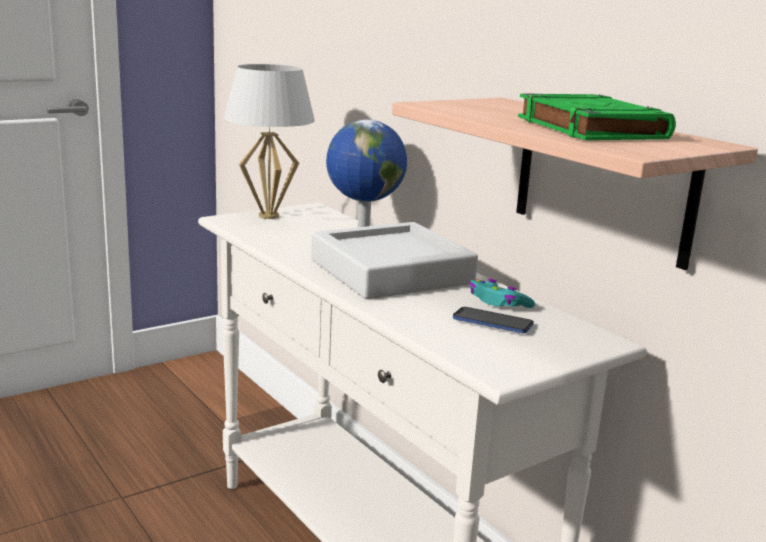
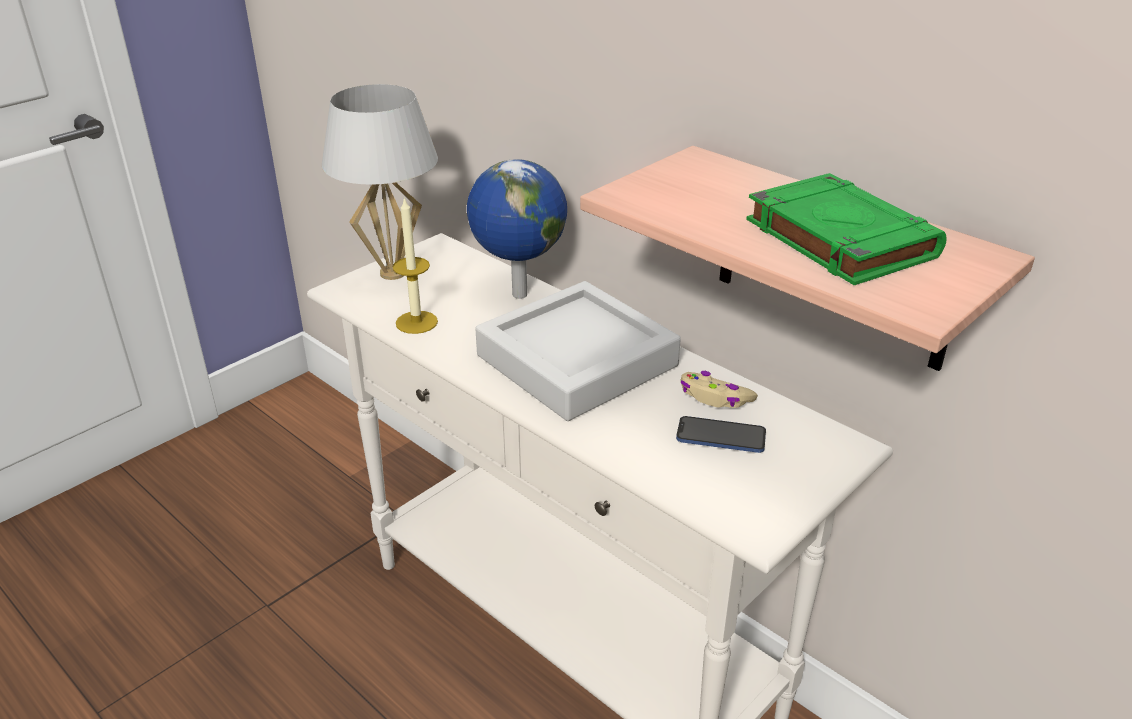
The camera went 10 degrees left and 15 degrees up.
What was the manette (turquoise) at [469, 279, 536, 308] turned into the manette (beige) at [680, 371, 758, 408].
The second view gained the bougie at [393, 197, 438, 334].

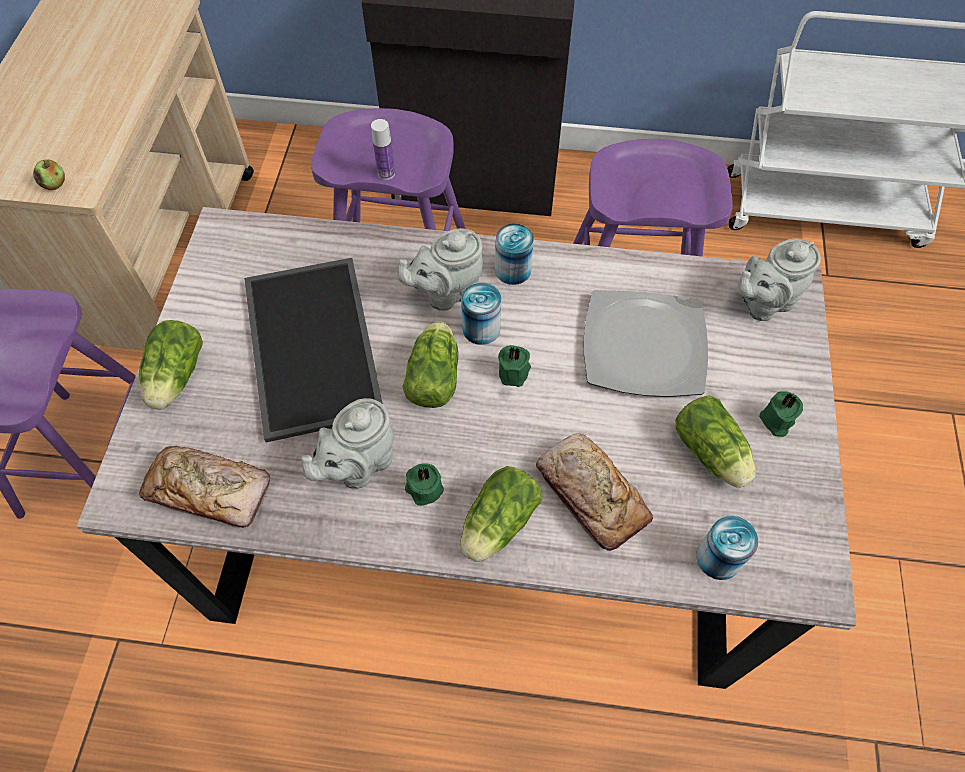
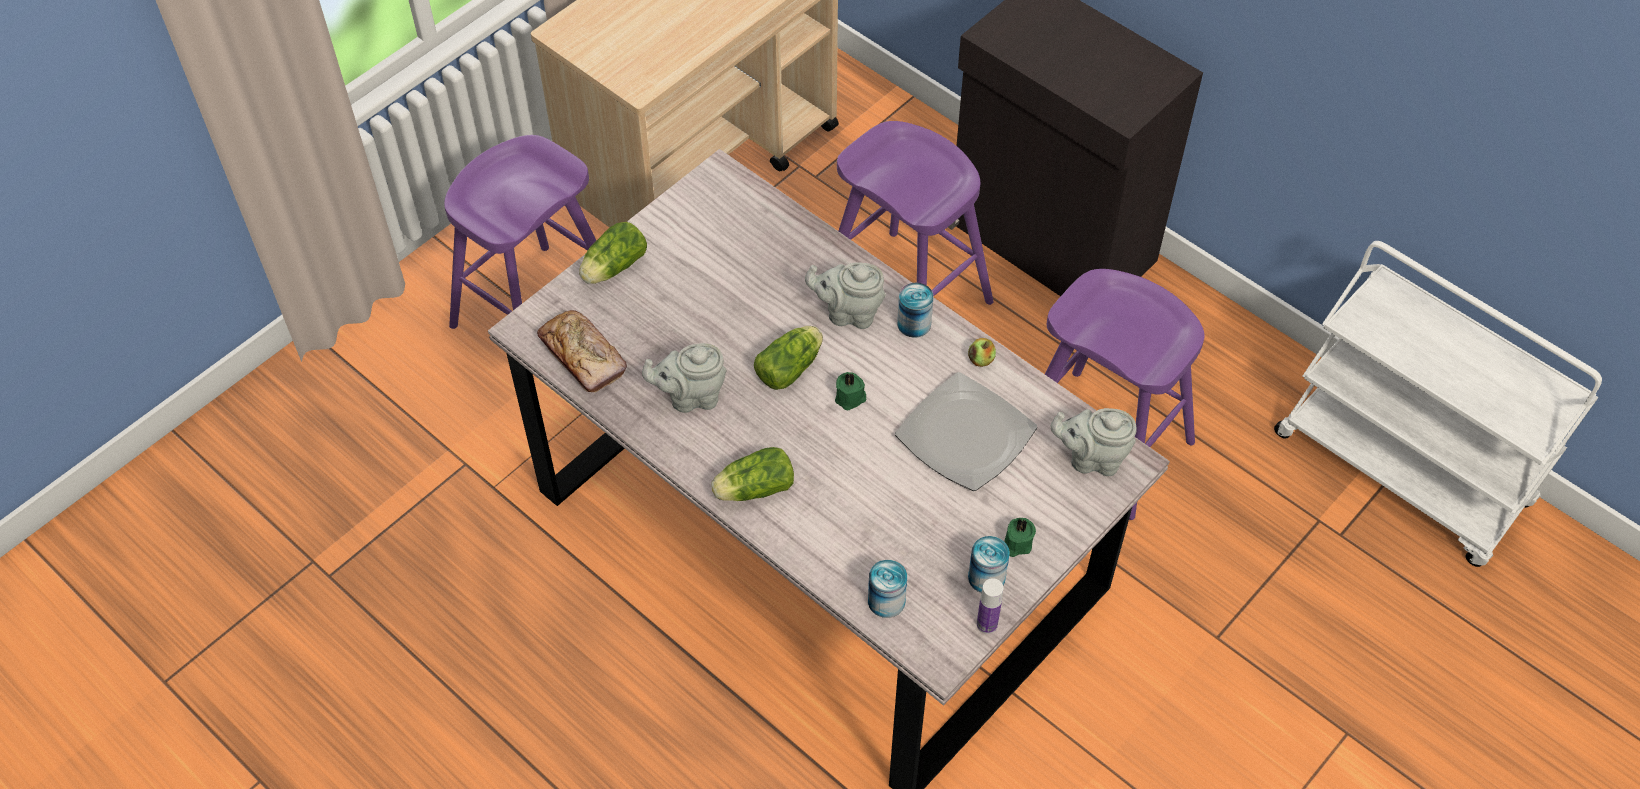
The camera went 35 degrees right and 5 degrees down.
The pomme ended up elsewhere, having gone from [33, 159, 65, 190] to [968, 338, 996, 367].
The second view lost the plateau at [244, 258, 383, 442].
The bouteille ended up elsewhere, having gone from [371, 119, 395, 180] to [977, 578, 1003, 634].
The second view lost the bougie (vert) at [405, 463, 444, 506].
The boîte métallique ended up elsewhere, having gone from [461, 283, 501, 345] to [968, 536, 1010, 593].
The second view lost the pain at [536, 433, 653, 551].
The second view lost the laitue at [675, 395, 756, 488].

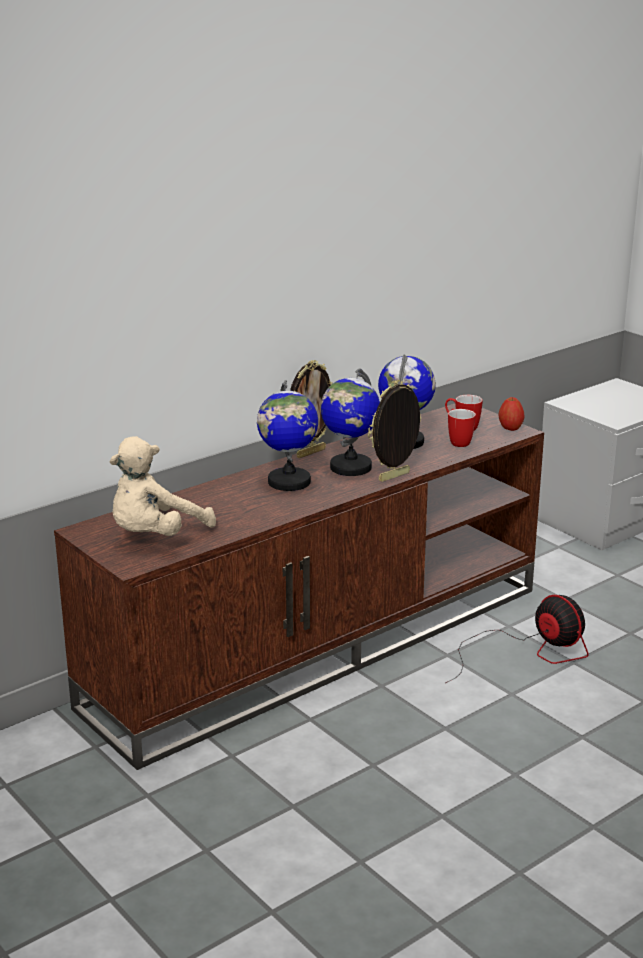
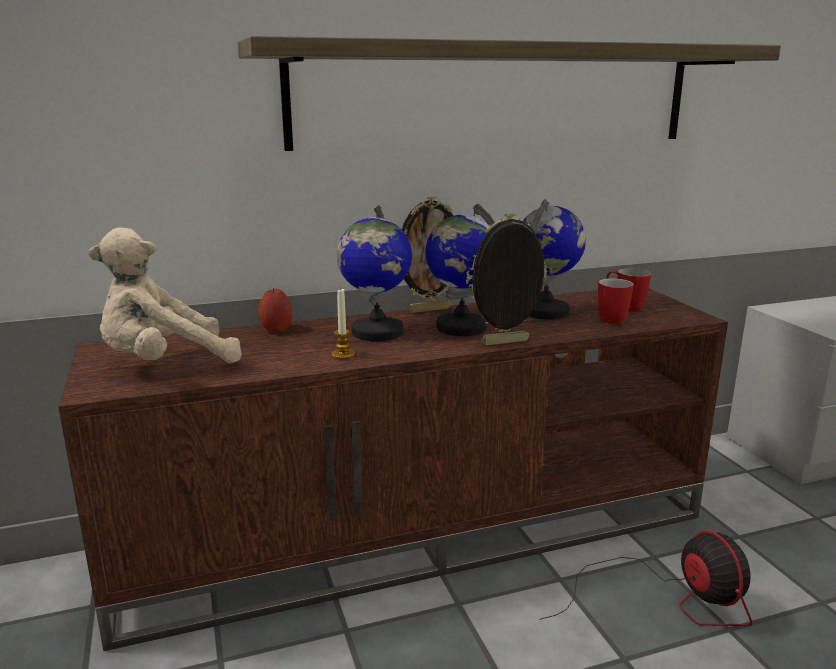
The camera went 20 degrees right and 5 degrees down.
The pomme ended up elsewhere, having gone from [498, 397, 525, 431] to [258, 288, 293, 333].
The second view gained the étagère at [238, 36, 781, 151].
The second view gained the bougie at [331, 288, 355, 359].

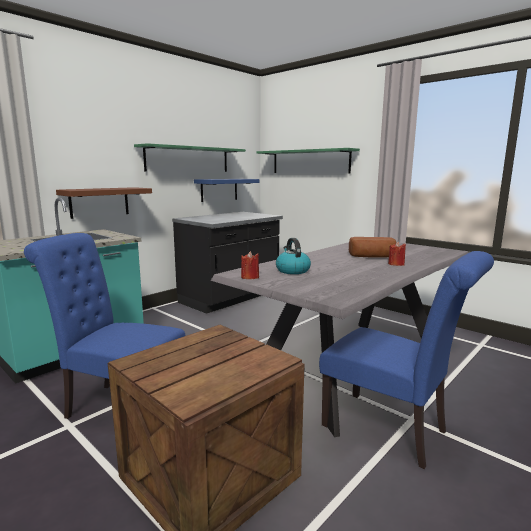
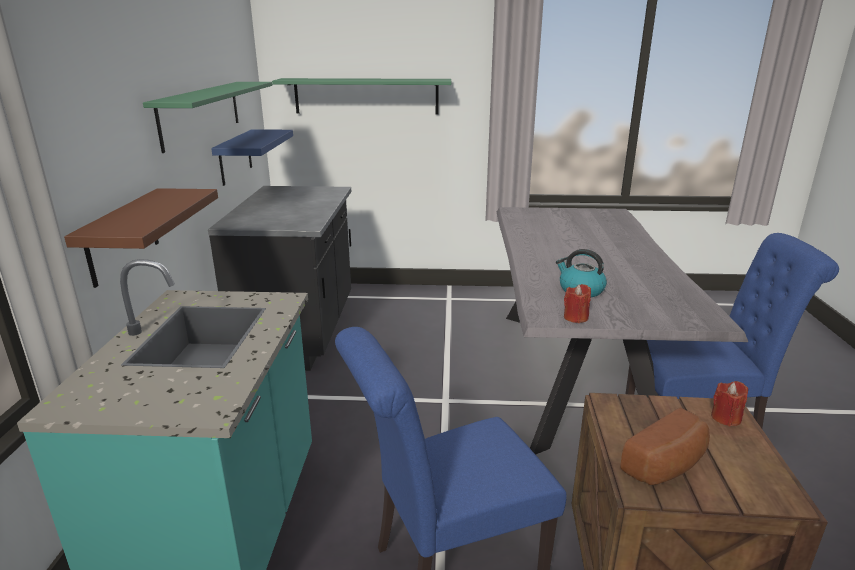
The camera went 40 degrees left and 10 degrees up.
The pain ended up elsewhere, having gone from [349, 237, 396, 258] to [620, 408, 710, 485].
The bougie (rouge) ended up elsewhere, having gone from [388, 241, 406, 266] to [711, 381, 748, 427].

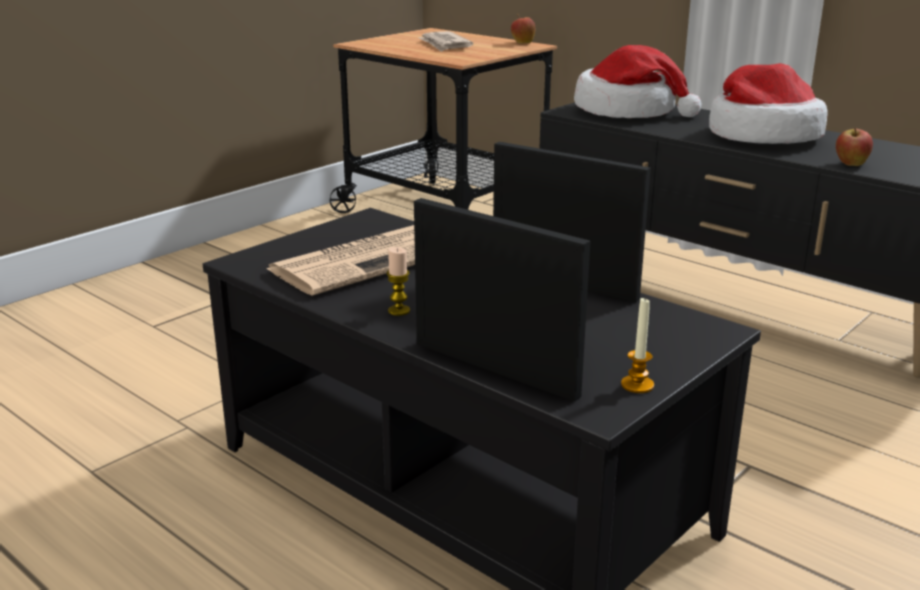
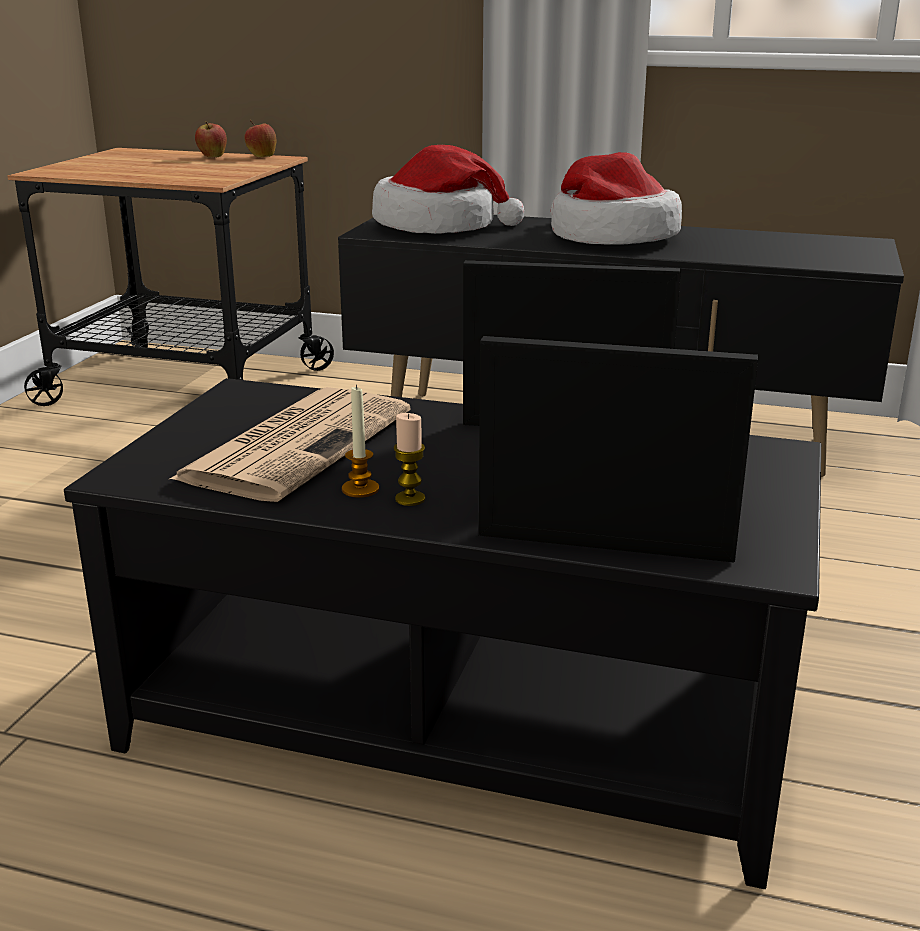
The camera went 25 degrees left and 0 degrees up.
The second view lost the journal at [418, 31, 473, 52].
The bougie ended up elsewhere, having gone from [621, 297, 654, 393] to [342, 385, 379, 498].
The pomme ended up elsewhere, having gone from [836, 128, 873, 166] to [195, 121, 227, 158].

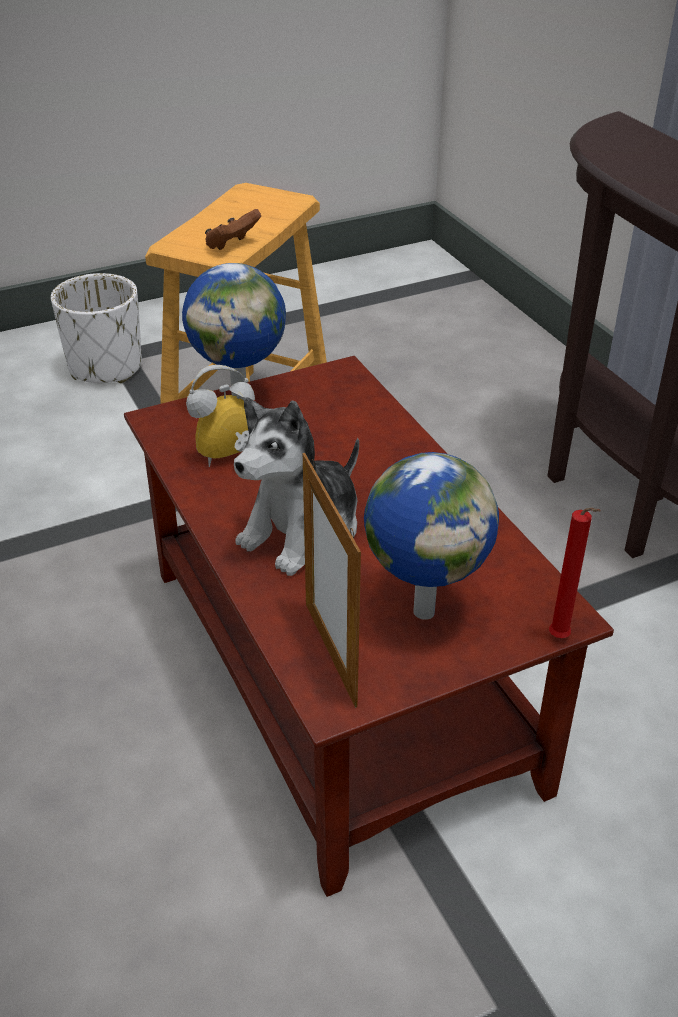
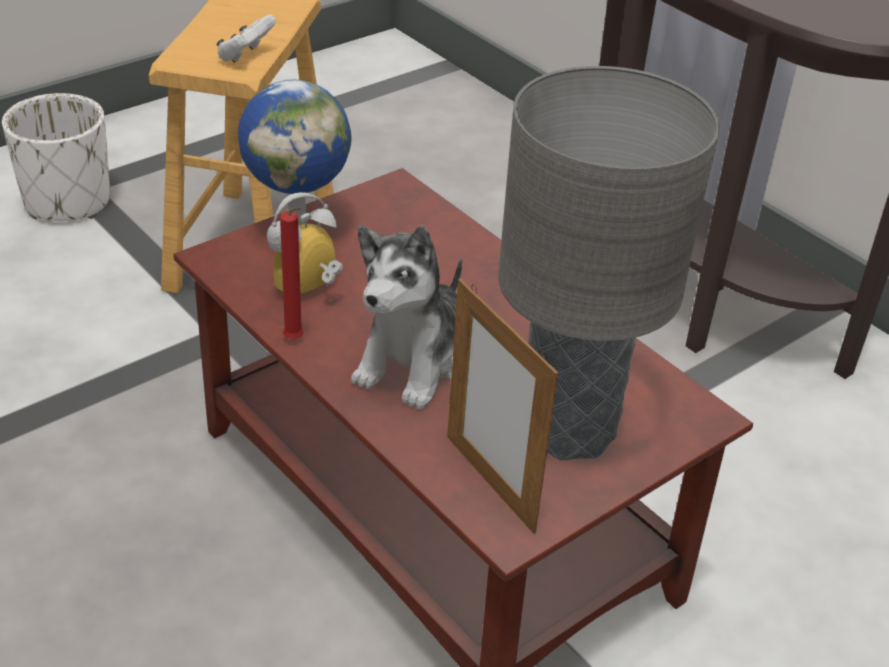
The camera went 15 degrees left and 0 degrees up.
What was the manette (marron) at [205, 209, 261, 250] turned into the manette (blanc) at [217, 14, 276, 62].
Where the globe stood at [364, 452, 499, 620], the lampe de table (gris) came to stand at [498, 66, 720, 460].
The bougie (rouge) ended up elsewhere, having gone from [549, 507, 601, 638] to [280, 207, 304, 339].

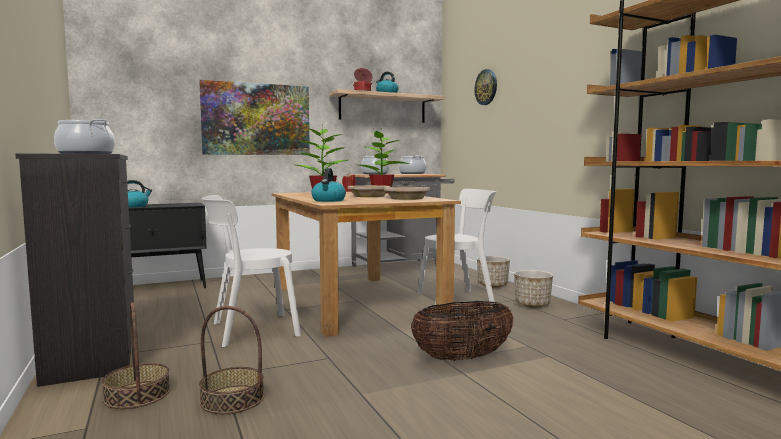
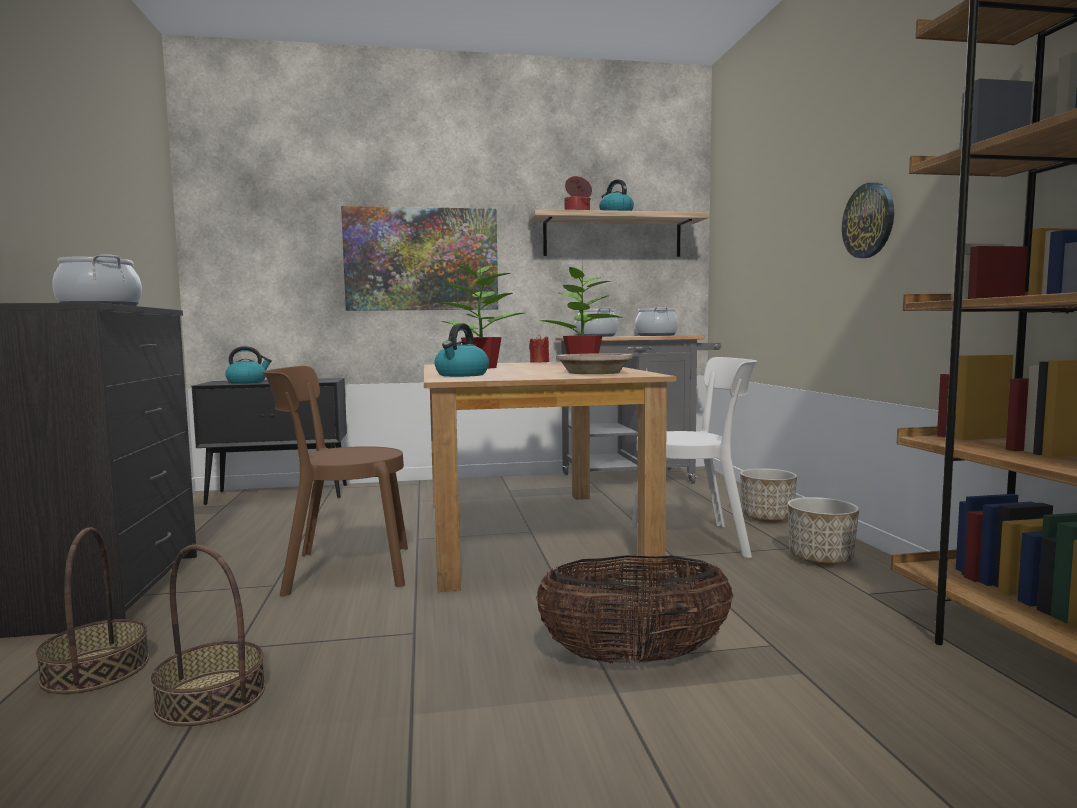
The camera went 15 degrees right and 0 degrees up.
What was the chaise (blanc) at [202, 195, 301, 347] turned into the chaise (marron) at [263, 366, 408, 596].
The second view lost the bol (beige) at [348, 185, 391, 197].
The horloge murale ended up elsewhere, having gone from [474, 69, 497, 105] to [842, 183, 894, 258].

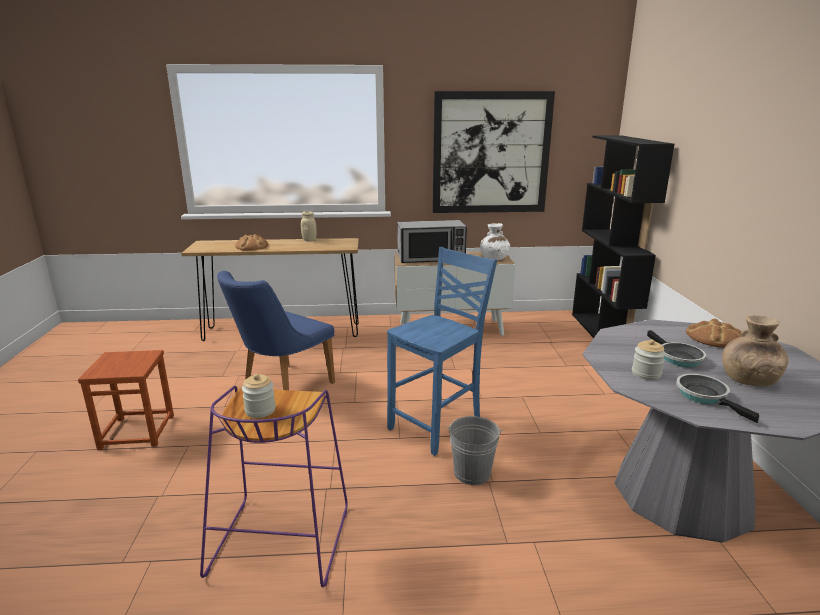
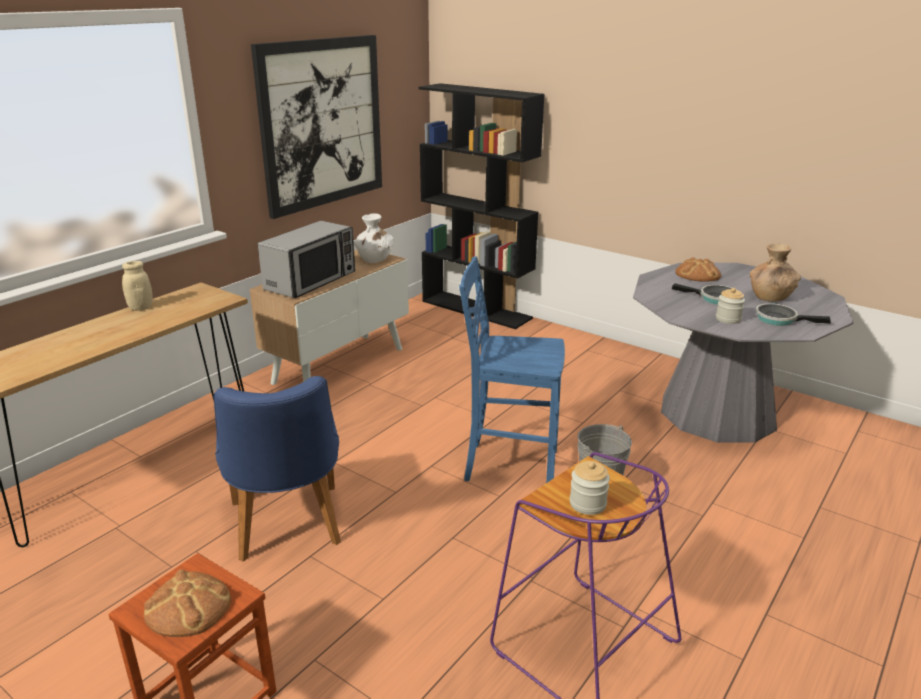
The camera went 50 degrees left and 5 degrees up.
The pain ended up elsewhere, having gone from [235, 234, 268, 251] to [144, 569, 231, 637].
The chaise (bleu) at [387, 247, 497, 456] ended up facing another way, 75 degrees counterclockwise from before.

